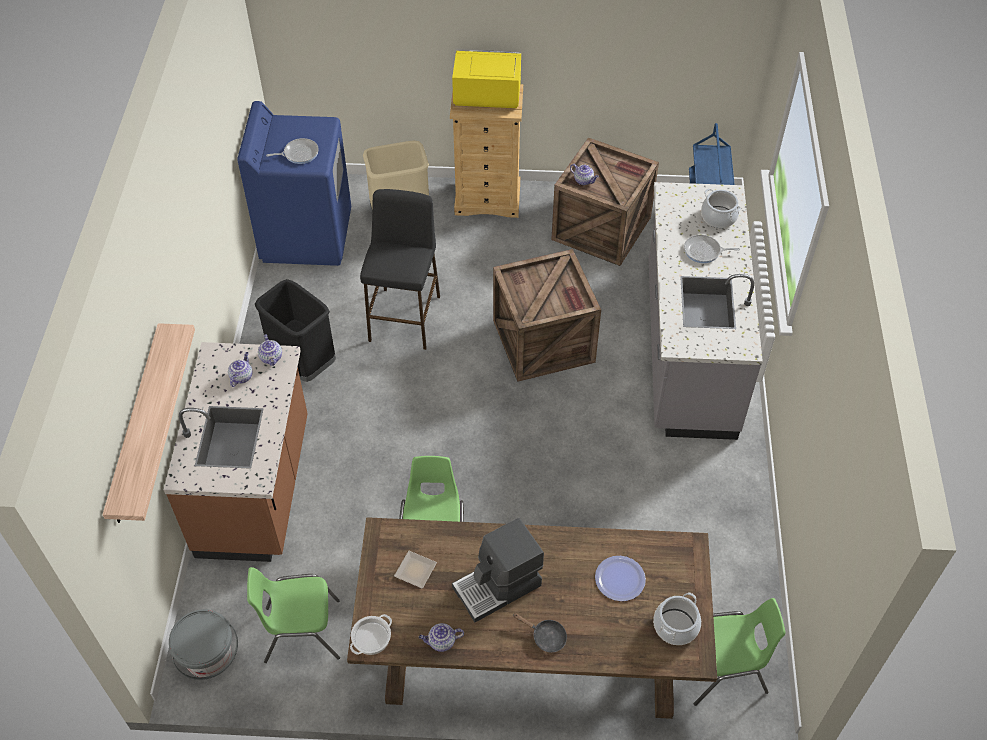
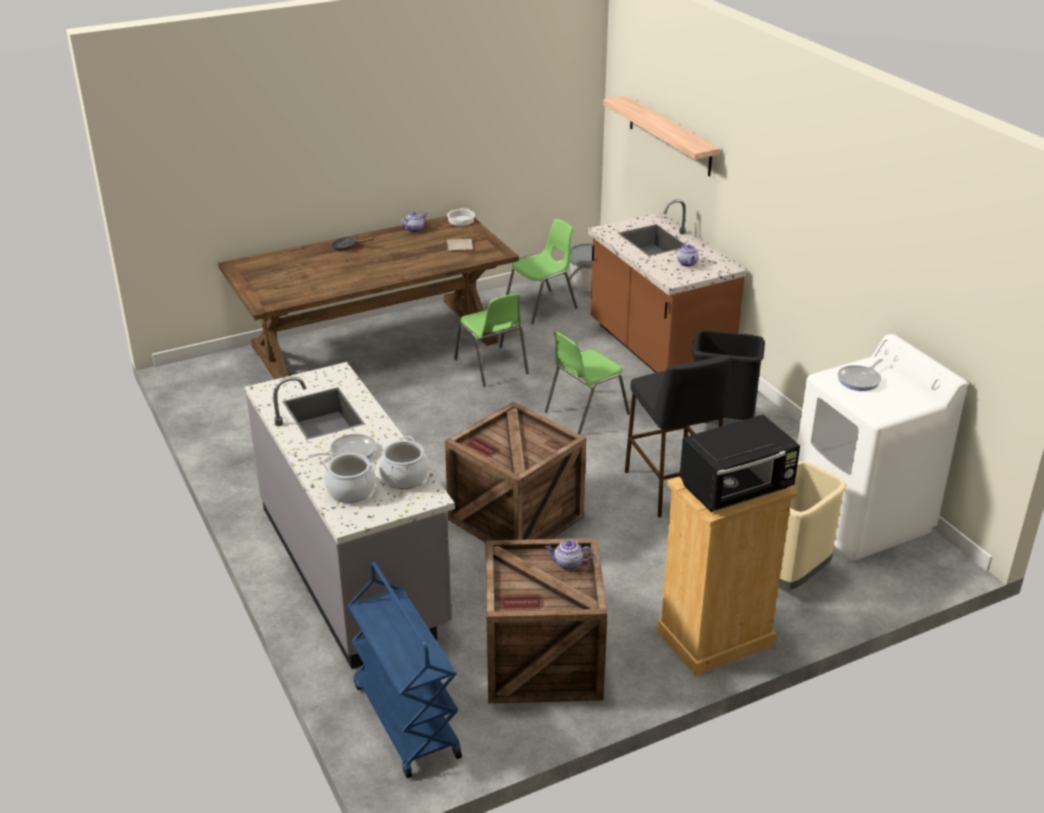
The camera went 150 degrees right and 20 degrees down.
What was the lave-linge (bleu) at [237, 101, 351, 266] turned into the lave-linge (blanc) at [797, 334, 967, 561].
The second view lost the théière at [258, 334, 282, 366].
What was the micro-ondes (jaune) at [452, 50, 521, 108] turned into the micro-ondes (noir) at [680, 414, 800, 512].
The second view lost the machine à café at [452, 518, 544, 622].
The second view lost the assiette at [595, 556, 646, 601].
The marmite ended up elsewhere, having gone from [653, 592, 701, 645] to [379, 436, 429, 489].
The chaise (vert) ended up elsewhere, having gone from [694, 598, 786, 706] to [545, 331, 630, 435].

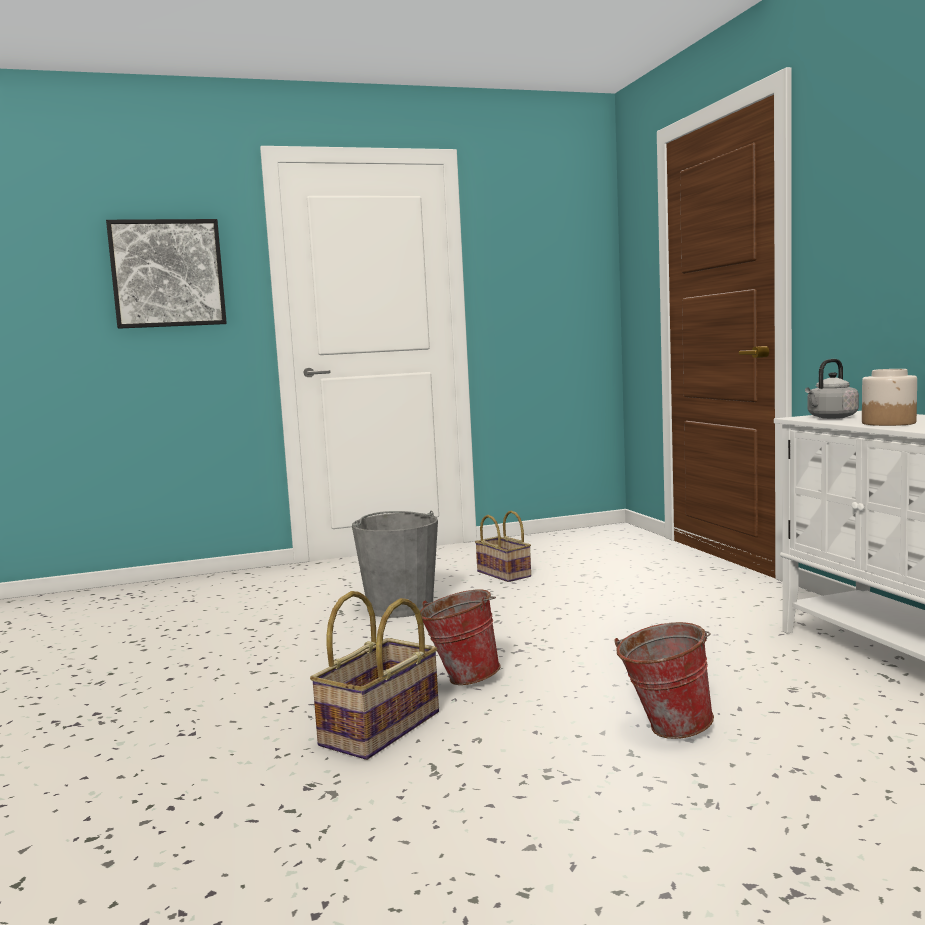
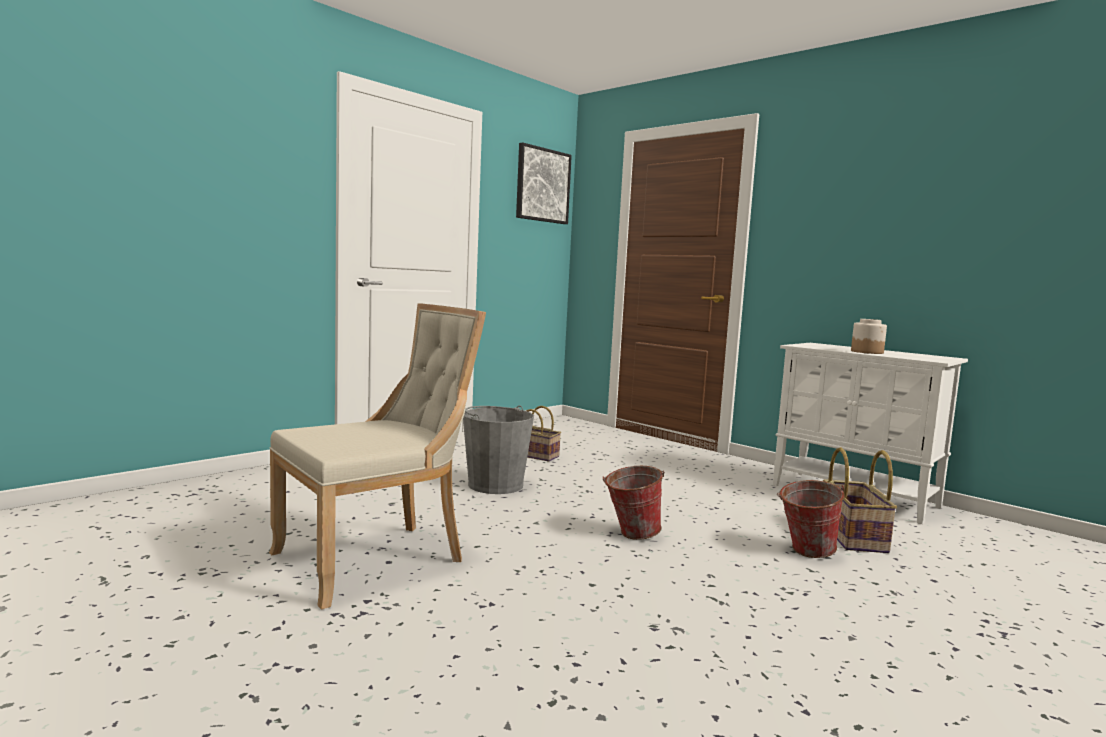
The camera went 30 degrees left and 0 degrees up.
The tableau ended up elsewhere, having gone from [106, 219, 227, 329] to [516, 142, 572, 224].
The panier ended up elsewhere, having gone from [310, 591, 439, 760] to [823, 447, 897, 553].
The second view lost the bouilloire (gris) at [805, 359, 859, 419].
The second view gained the chaise (beige) at [269, 303, 486, 610].

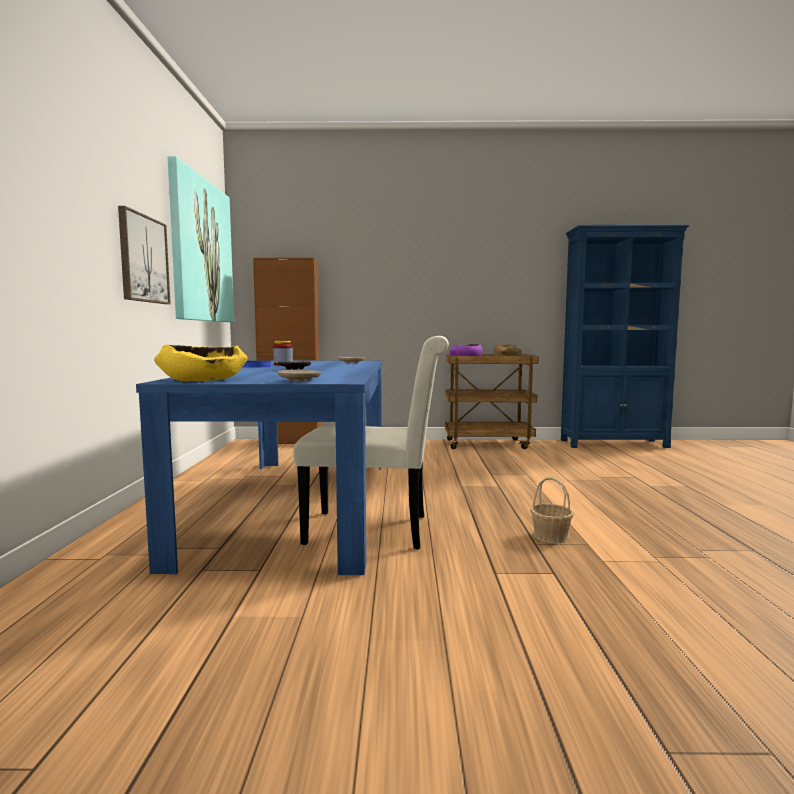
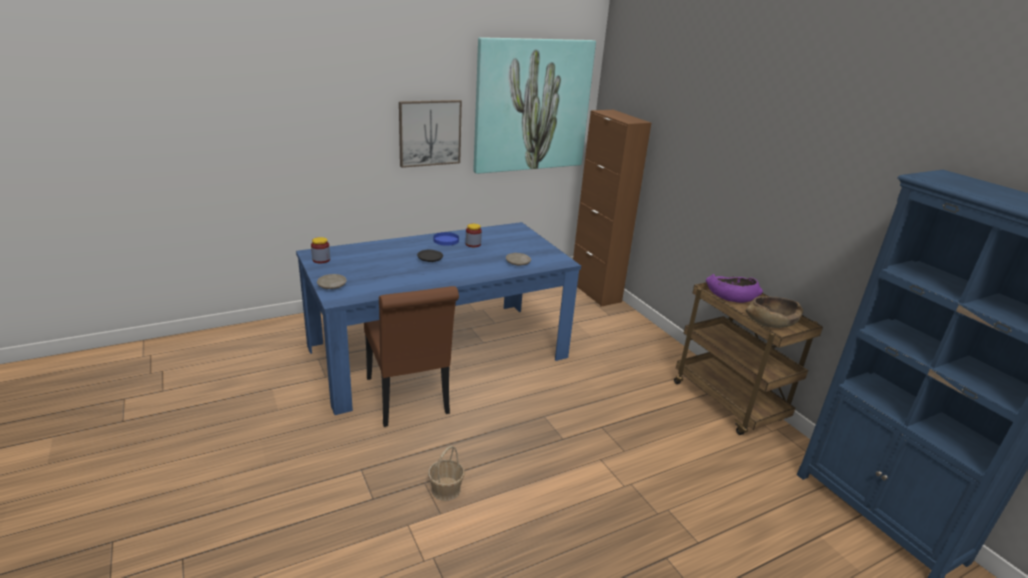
The camera went 60 degrees right and 20 degrees up.
Where the bol (jaune) stood at [154, 345, 247, 381], the bocal came to stand at [311, 237, 330, 263].
What was the chaise (blanc) at [294, 336, 449, 549] turned into the chaise (marron) at [364, 286, 459, 427].

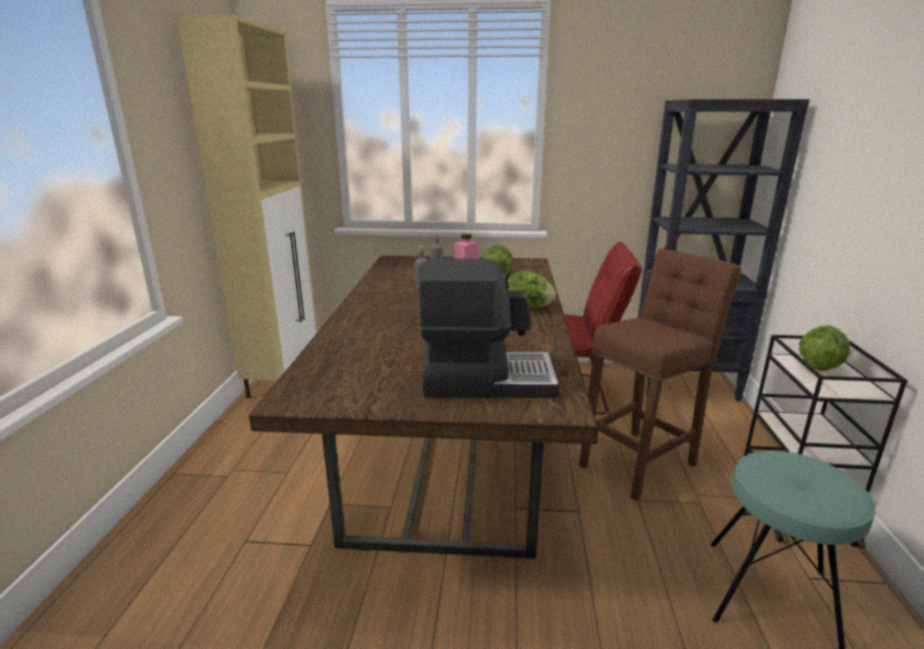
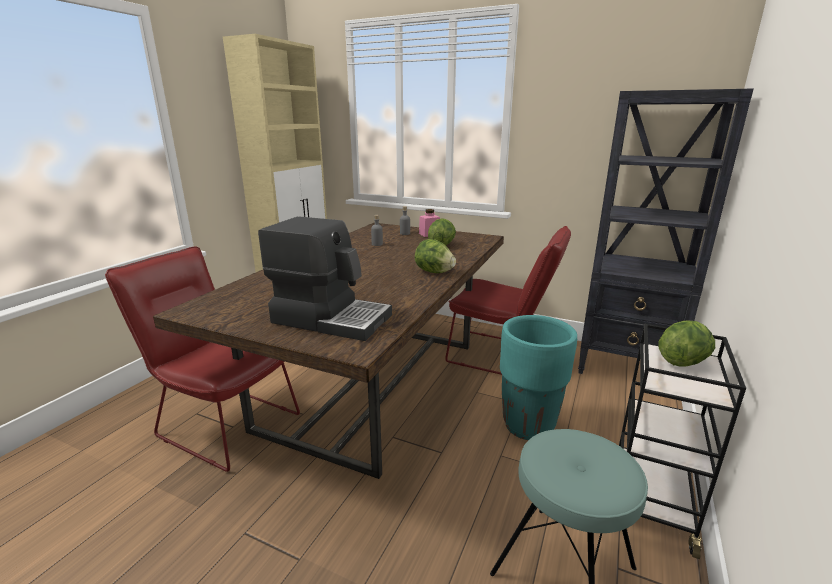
The camera went 20 degrees right and 0 degrees up.
Where the tabouret (marron) stood at [579, 249, 742, 501], the cache-pot (turquoise) came to stand at [500, 315, 577, 440].
The second view gained the chaise (rouge) at [105, 247, 300, 472].

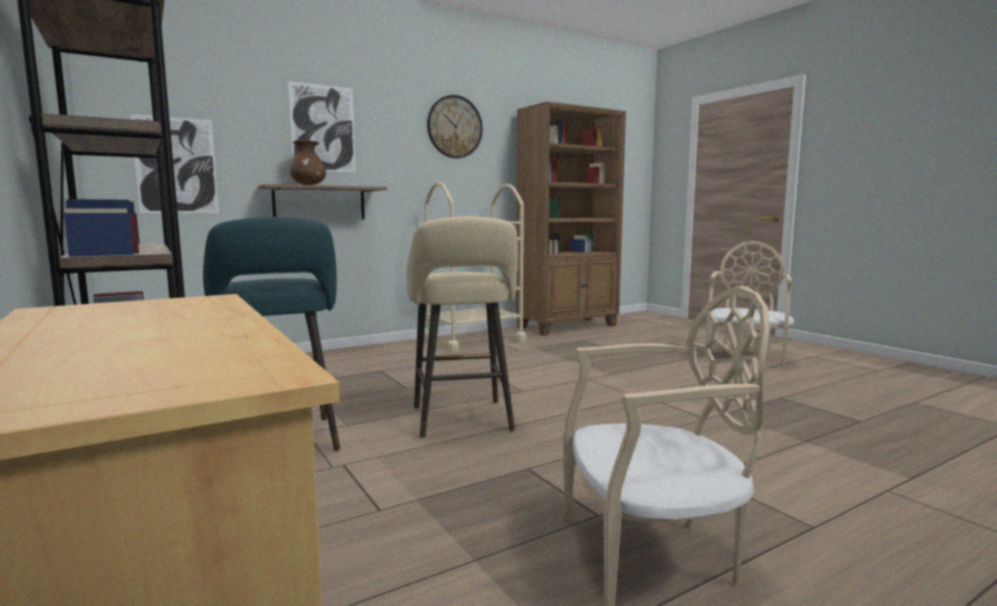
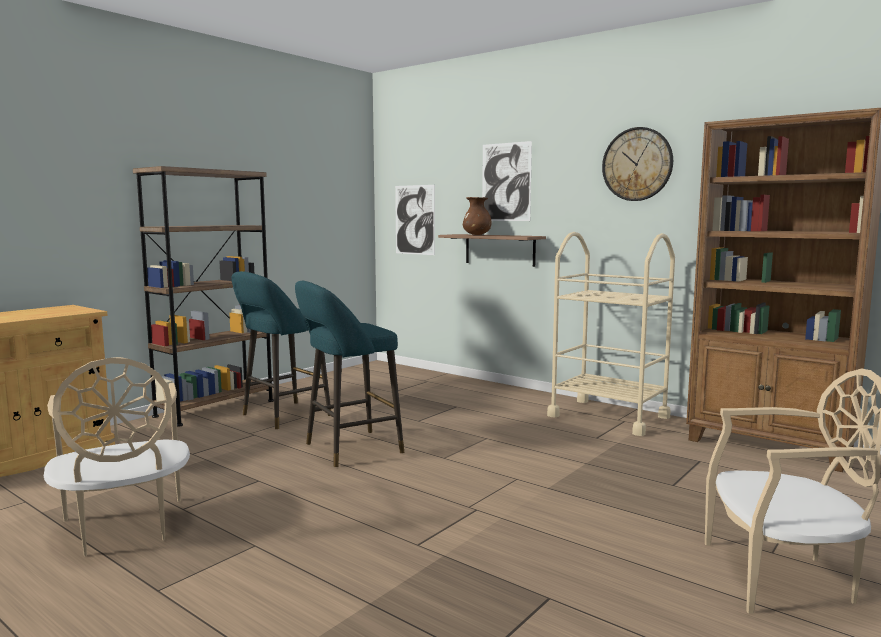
The camera went 70 degrees right and 0 degrees up.
What was the tabouret (beige) at [406, 216, 518, 438] turned into the tabouret (turquoise) at [295, 281, 404, 467].

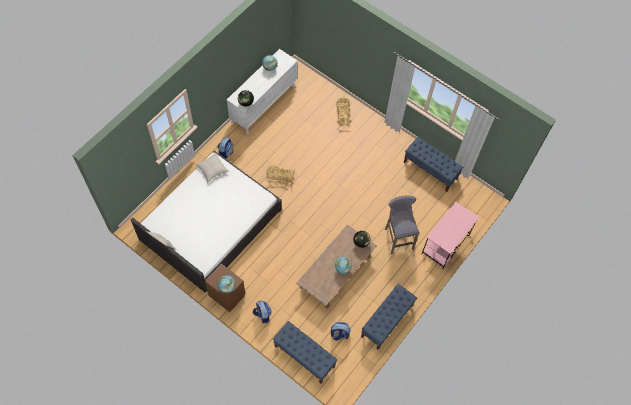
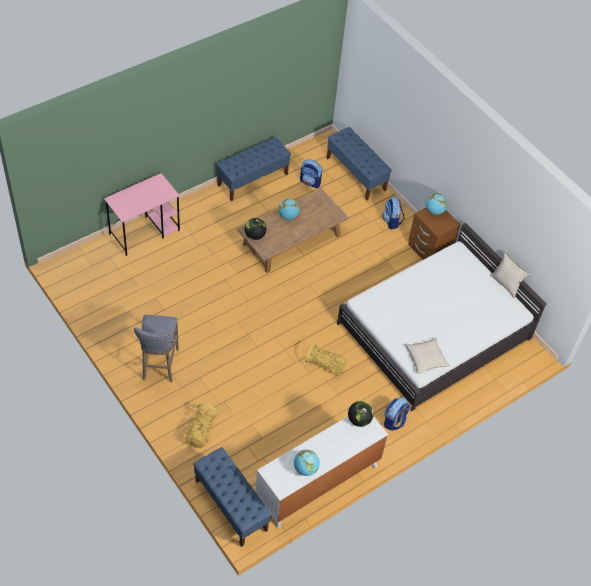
The camera went 165 degrees left and 10 degrees down.
The tabouret (gris) ended up elsewhere, having gone from [385, 196, 419, 255] to [134, 315, 179, 382].
The banc (bleu) ended up elsewhere, having gone from [404, 137, 463, 192] to [193, 447, 271, 547].

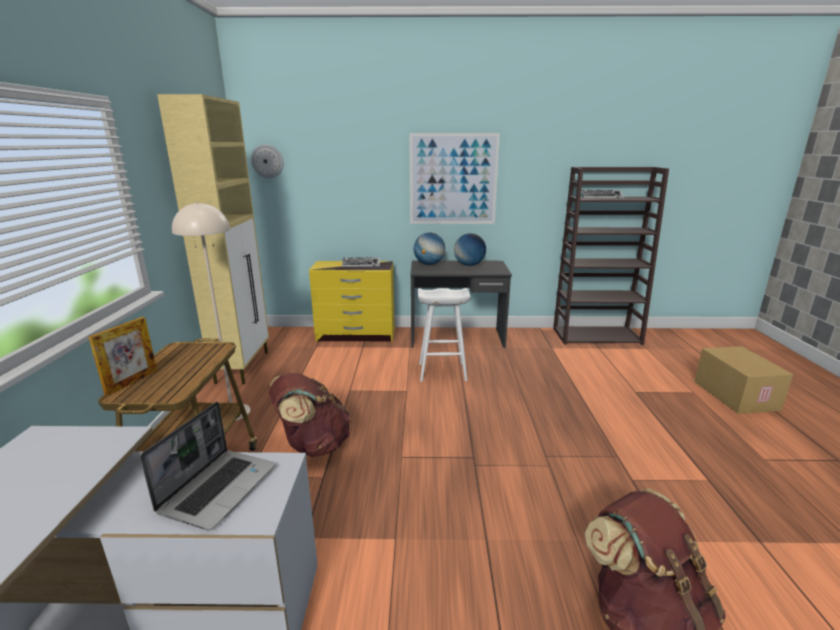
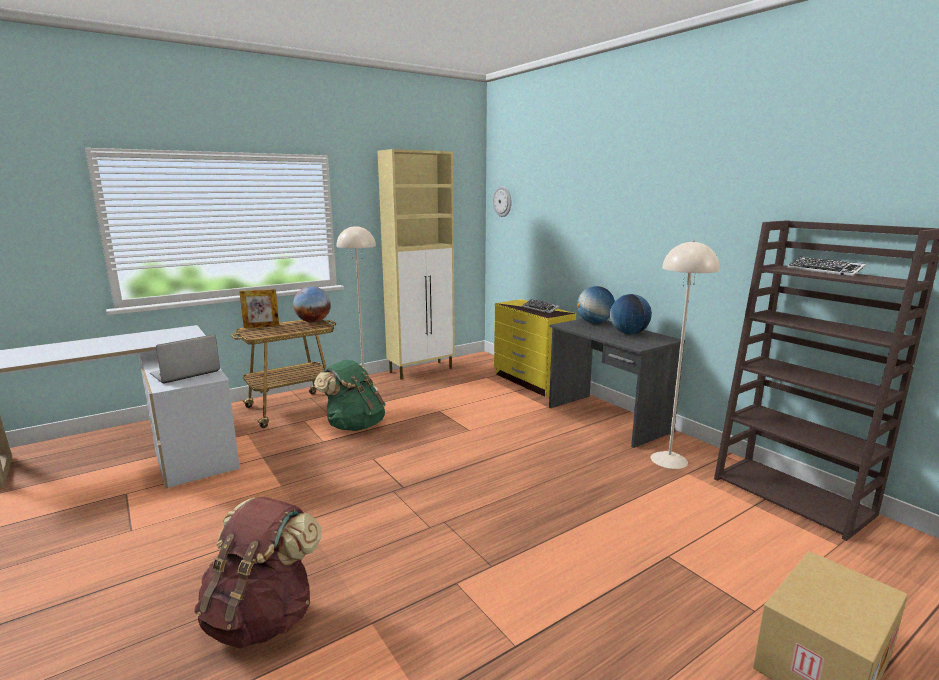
The camera went 55 degrees right and 5 degrees down.
The ordinateur portable at [140, 402, 276, 530] ended up facing another way, 150 degrees clockwise from before.
What was the sac à dos (marron) at [269, 373, 351, 457] turned into the sac à dos (vert) at [314, 360, 386, 431].
The second view lost the tableau at [409, 133, 500, 224].
The second view lost the tabouret (blanc) at [418, 288, 471, 382].
The second view gained the globe at [293, 286, 331, 322].
The second view gained the lampadaire (beige) at [651, 240, 720, 469].

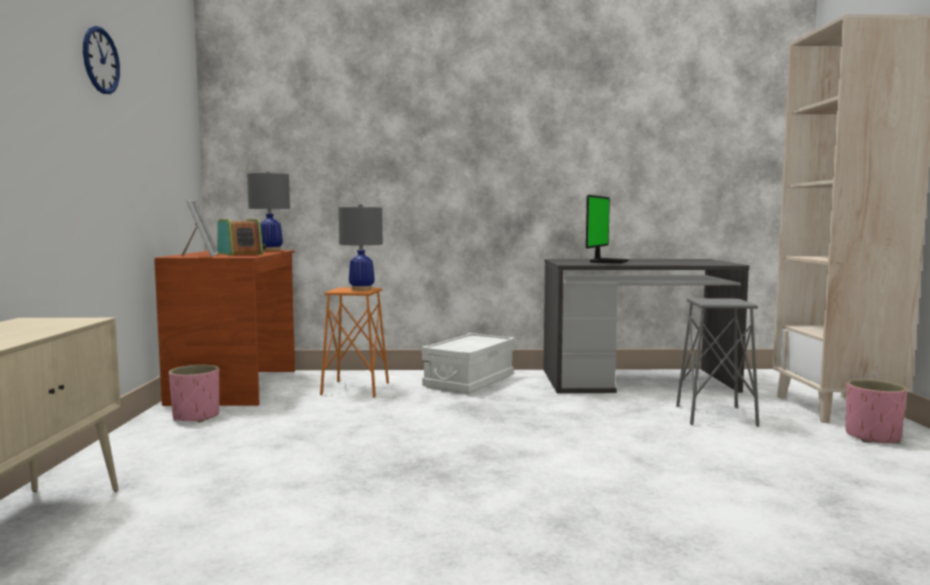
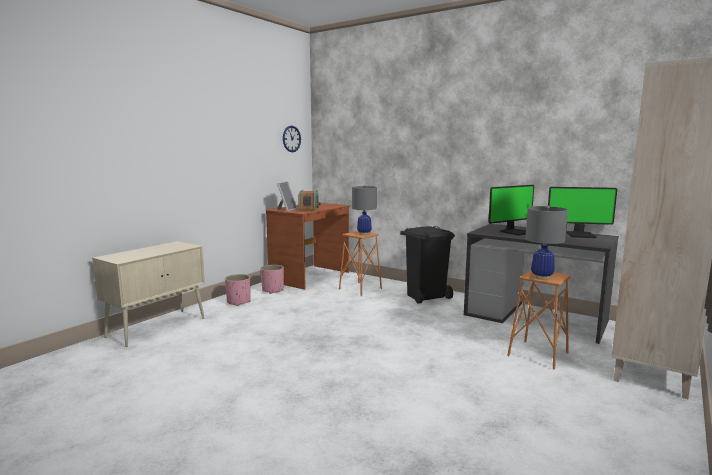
The camera went 35 degrees right and 5 degrees up.
The horloge murale ended up elsewhere, having gone from [83, 26, 120, 94] to [283, 126, 301, 152].
The lampe de table (gris) ended up elsewhere, having gone from [247, 171, 290, 251] to [525, 205, 568, 280].
Where the boîte de rangement (blanc) stood at [421, 333, 515, 394], the poubelle (noir) came to stand at [400, 226, 455, 304].
What was the tabouret (gris) at [676, 298, 759, 427] turned into the tabouret (orange) at [507, 271, 571, 370].
The cache-pot (rose) ended up elsewhere, having gone from [846, 379, 907, 443] to [225, 274, 251, 306].
The second view gained the écran d'ordinateur at [548, 187, 617, 238].

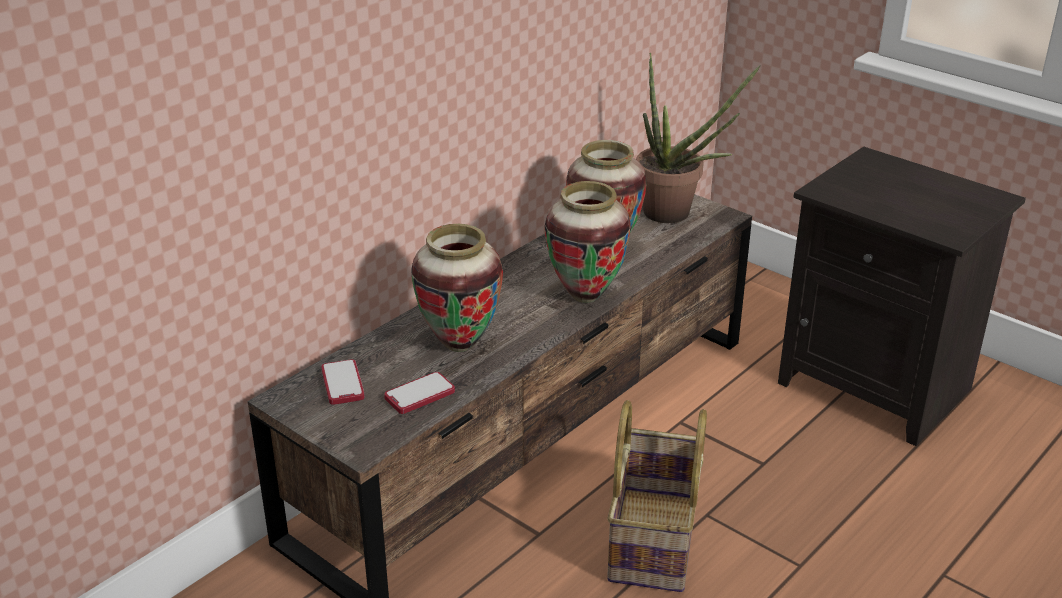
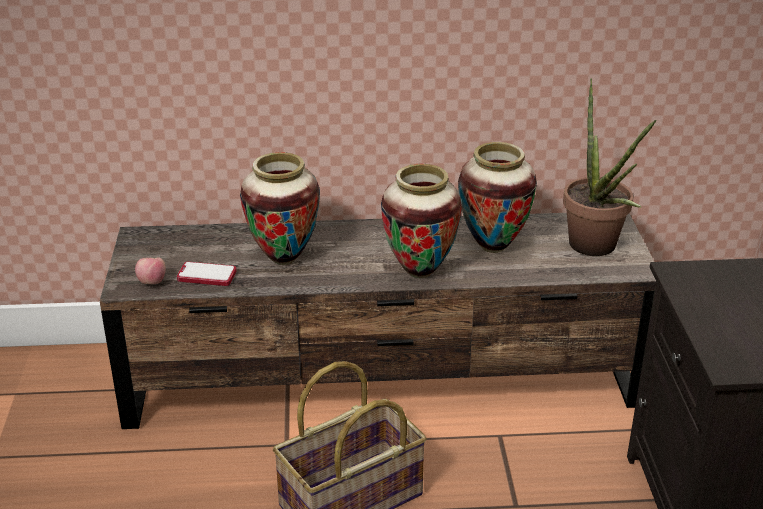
The camera went 45 degrees right and 0 degrees up.
The second view lost the téléphone at [321, 359, 365, 405].
The second view gained the pomme at [135, 258, 166, 284].

